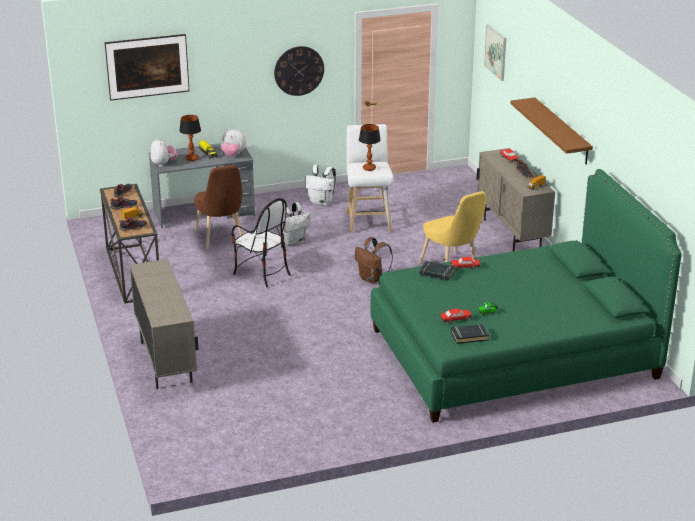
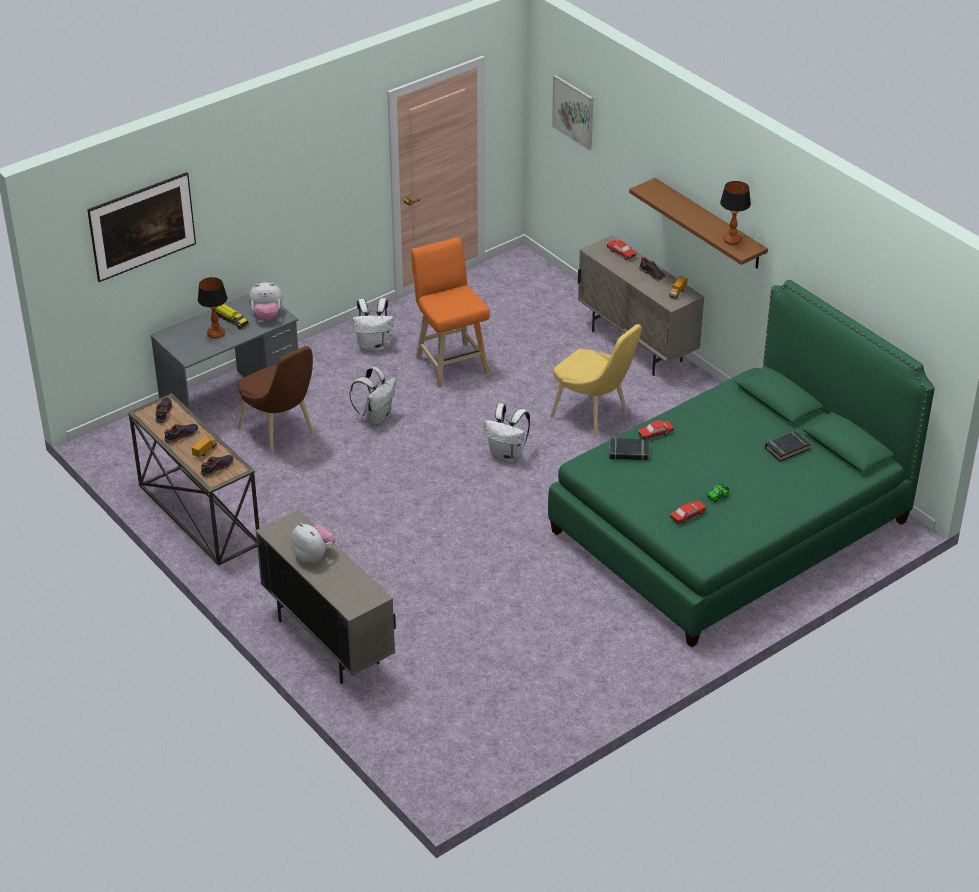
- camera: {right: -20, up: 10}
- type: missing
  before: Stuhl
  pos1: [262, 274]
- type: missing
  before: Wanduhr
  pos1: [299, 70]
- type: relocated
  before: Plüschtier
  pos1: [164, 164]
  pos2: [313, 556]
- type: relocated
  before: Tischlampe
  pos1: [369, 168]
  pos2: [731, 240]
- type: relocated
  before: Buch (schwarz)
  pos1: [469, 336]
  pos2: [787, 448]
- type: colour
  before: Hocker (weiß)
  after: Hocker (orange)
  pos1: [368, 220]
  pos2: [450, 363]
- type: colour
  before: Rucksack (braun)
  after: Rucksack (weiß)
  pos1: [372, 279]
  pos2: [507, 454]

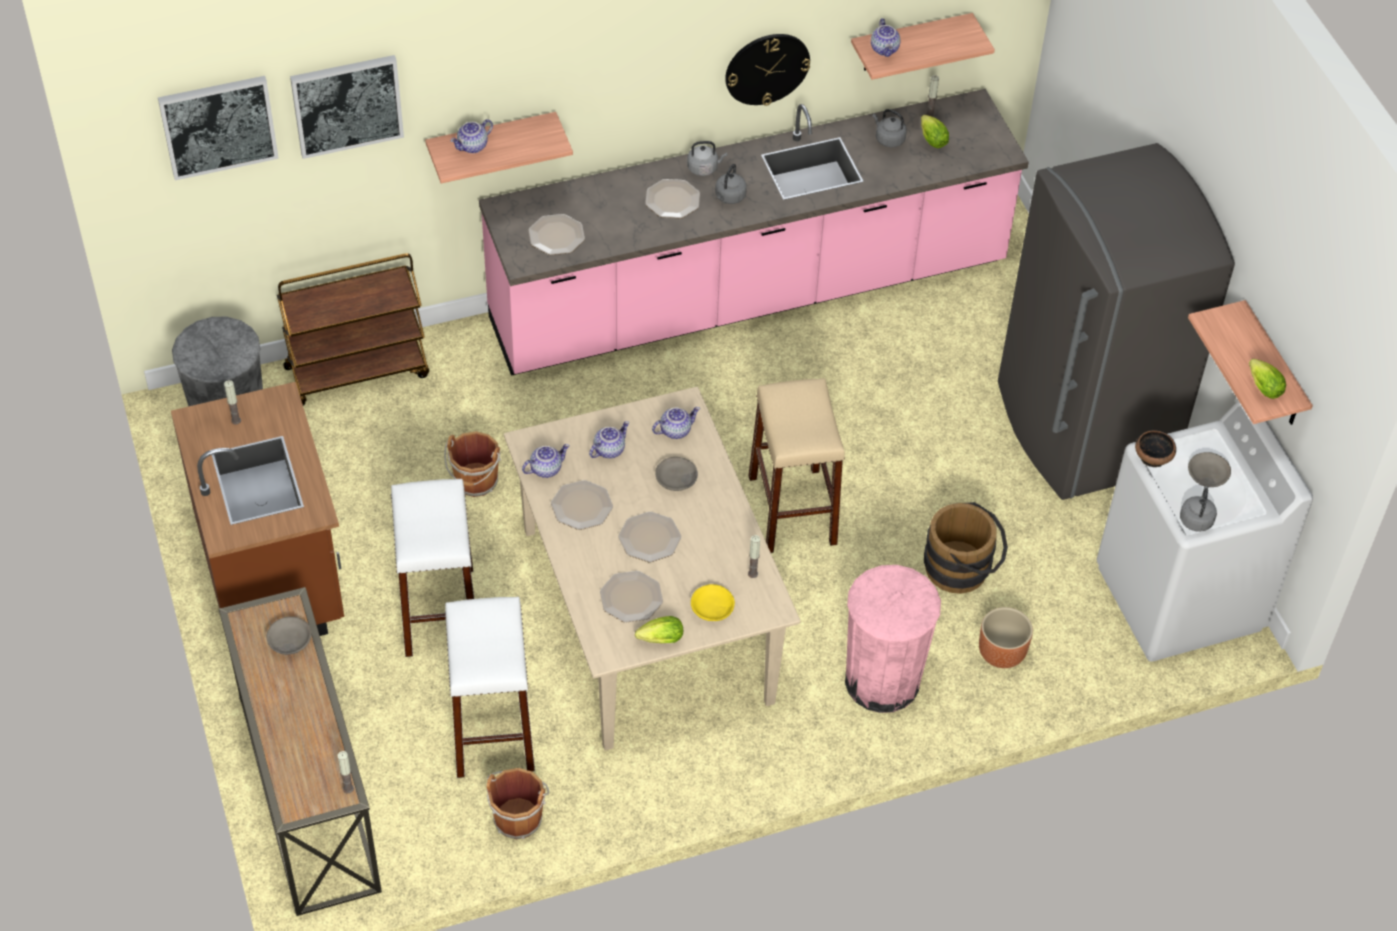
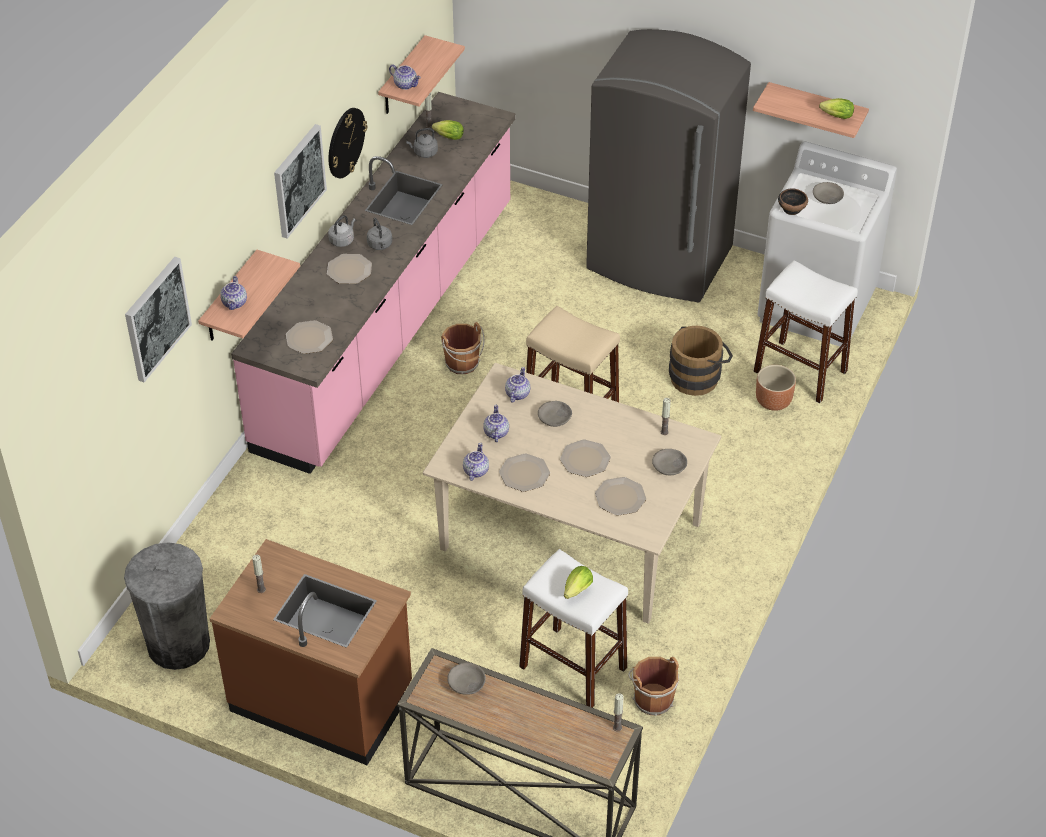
- camera: {right: -45, up: -5}
- type: missing
  before: Rollwagen (braun)
  pos1: [358, 371]
- type: missing
  before: Mülleimer (rosa)
  pos1: [882, 681]
- type: missing
  before: Wasserkessel (grau)
  pos1: [1196, 519]
- type: relocated
  before: Bild
  pos1: [218, 126]
  pos2: [298, 180]
- type: relocated
  before: Hocker (weiß)
  pos1: [439, 611]
  pos2: [800, 371]
- type: relocated
  before: Eimer (braun)
  pos1: [475, 482]
  pos2: [463, 364]
- type: relocated
  before: Salatkopf
  pos1: [658, 640]
  pos2: [576, 591]
- type: colour
  before: Schüssel (gelb)
  after: Schüssel (grau)
  pos1: [712, 608]
  pos2: [669, 466]

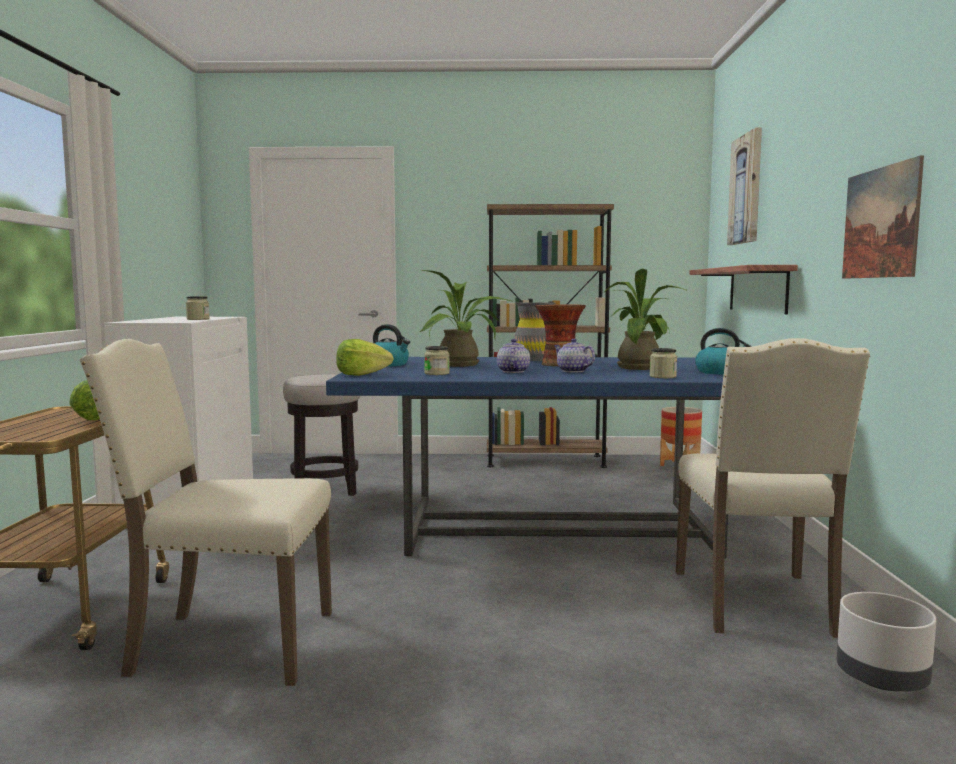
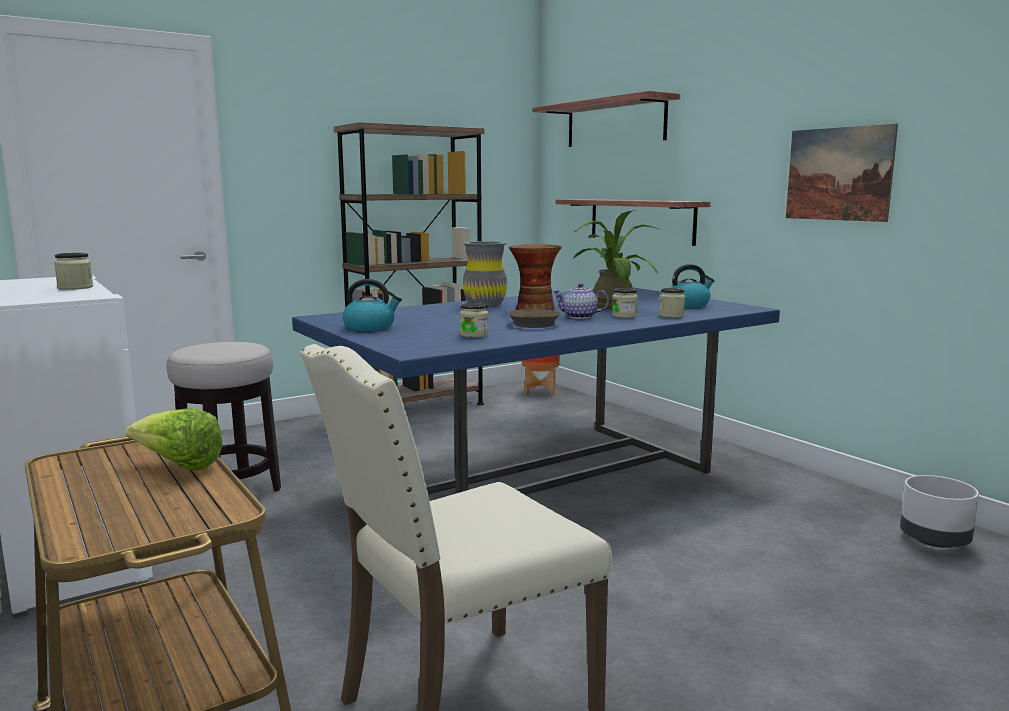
- camera: {right: -35, up: 5}
- type: missing
  before: Salatkopf
  pos1: [361, 374]
- type: missing
  before: Topfpflanze
  pos1: [464, 365]
- type: missing
  before: Stuhl (beige)
  pos1: [756, 603]
- type: appeared
  after: Vorratsglas
  pos2: [624, 316]
- type: exchanged
  before: Teekanne
  after: Pfanne (braun)
  pos1: [512, 371]
  pos2: [532, 323]
- type: exchanged
  before: Bild
  after: Wandregal
  pos1: [746, 189]
  pos2: [615, 123]

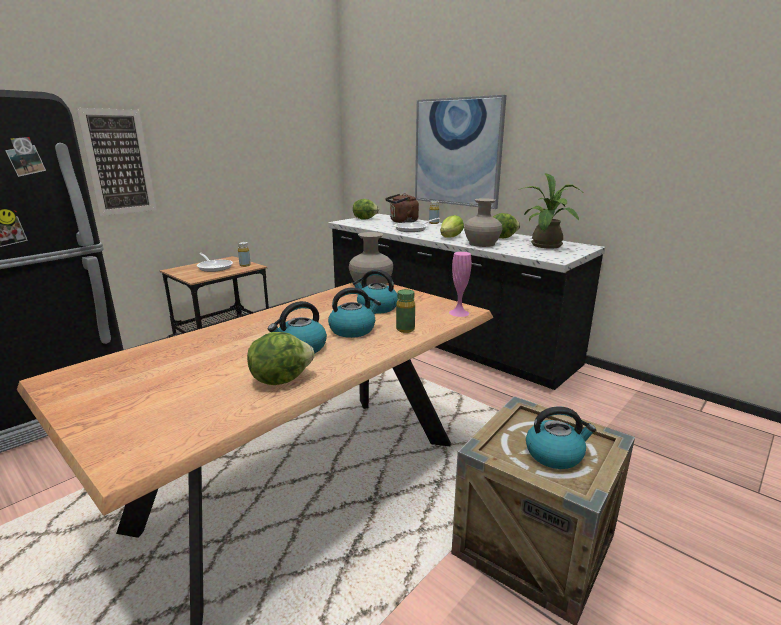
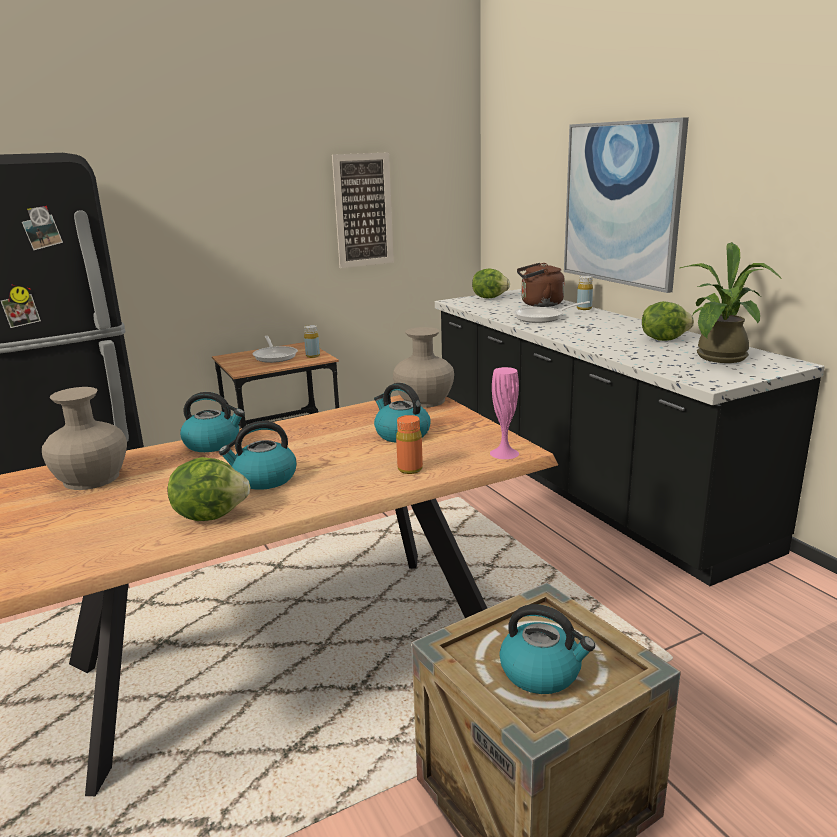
- camera: {right: 20, up: 0}
- type: missing
  before: Salatkopf
  pos1: [451, 237]
- type: relocated
  before: Bild
  pos1: [119, 162]
  pos2: [363, 210]
- type: relocated
  before: Wasserkessel
  pos1: [353, 330]
  pos2: [213, 443]
- type: relocated
  before: Vase (beige)
  pos1: [481, 244]
  pos2: [91, 478]
- type: colour
  before: Flasche (grün)
  after: Flasche (orange)
  pos1: [405, 329]
  pos2: [410, 469]

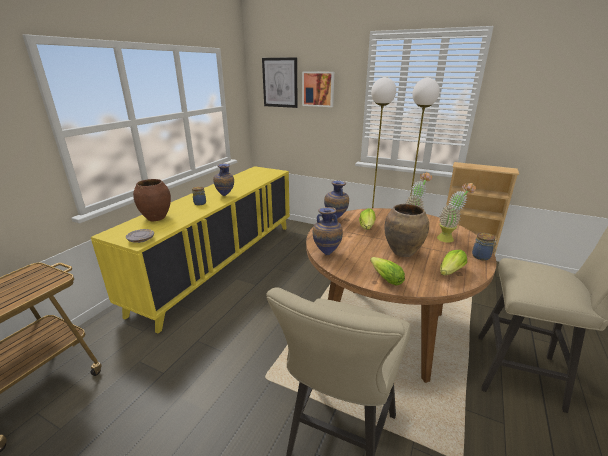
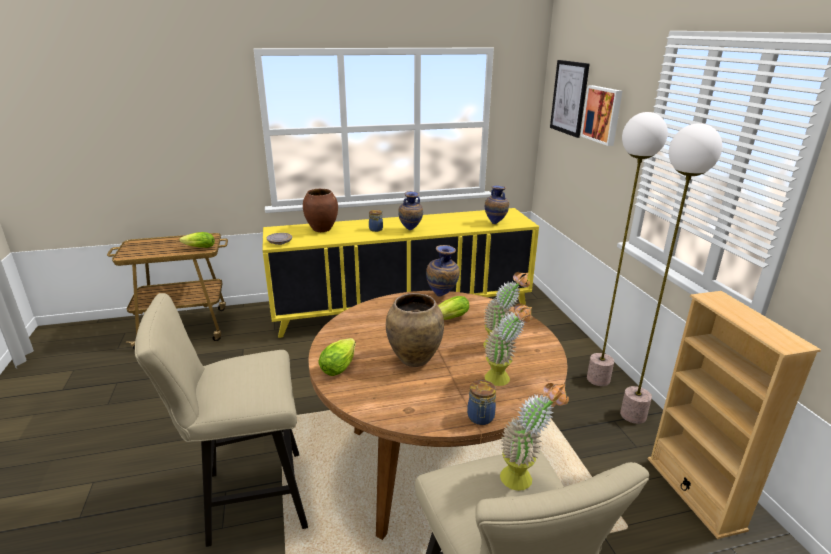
- camera: {right: 50, up: 0}
- type: appeared
  after: Topfpflanze
  pos2: [524, 478]
- type: relocated
  before: Vase
  pos1: [327, 253]
  pos2: [495, 223]
- type: relocated
  before: Salatkopf
  pos1: [449, 273]
  pos2: [198, 248]

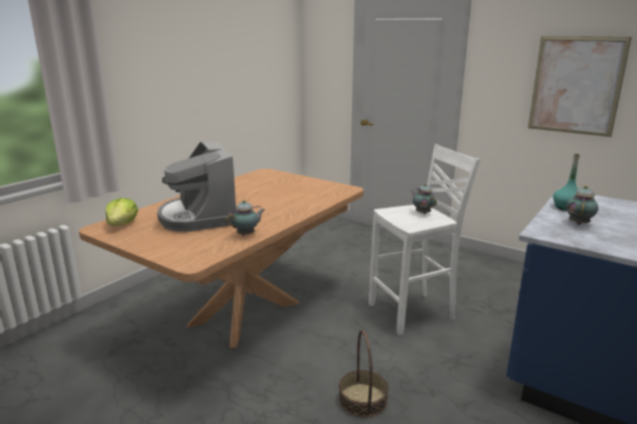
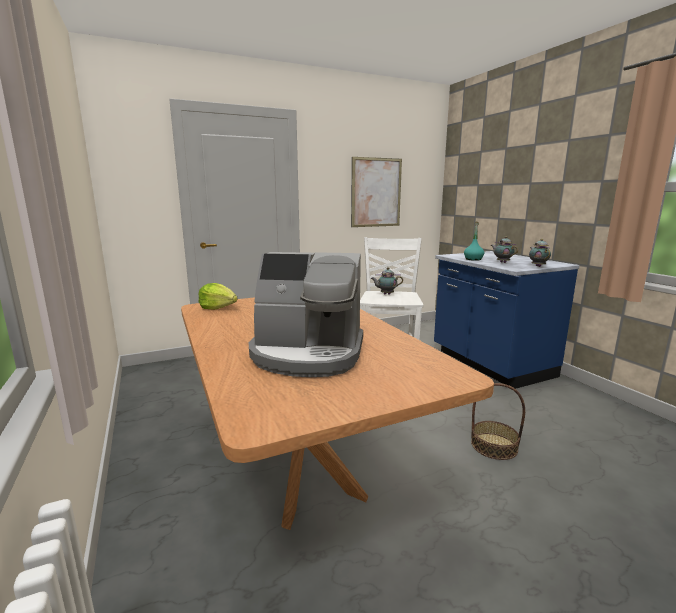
- camera: {right: -60, up: -5}
- type: relocated
  before: Salatkopf
  pos1: [122, 224]
  pos2: [218, 308]
- type: relocated
  before: Teekanne
  pos1: [247, 234]
  pos2: [537, 266]

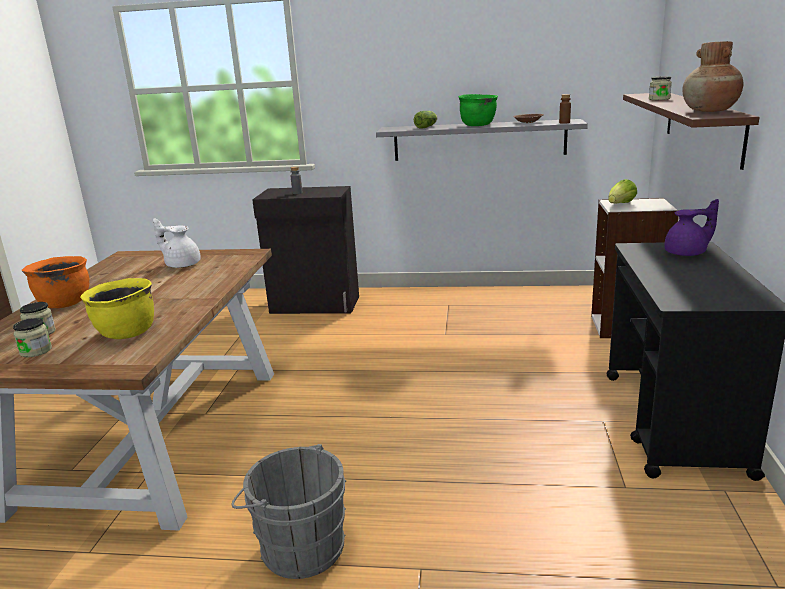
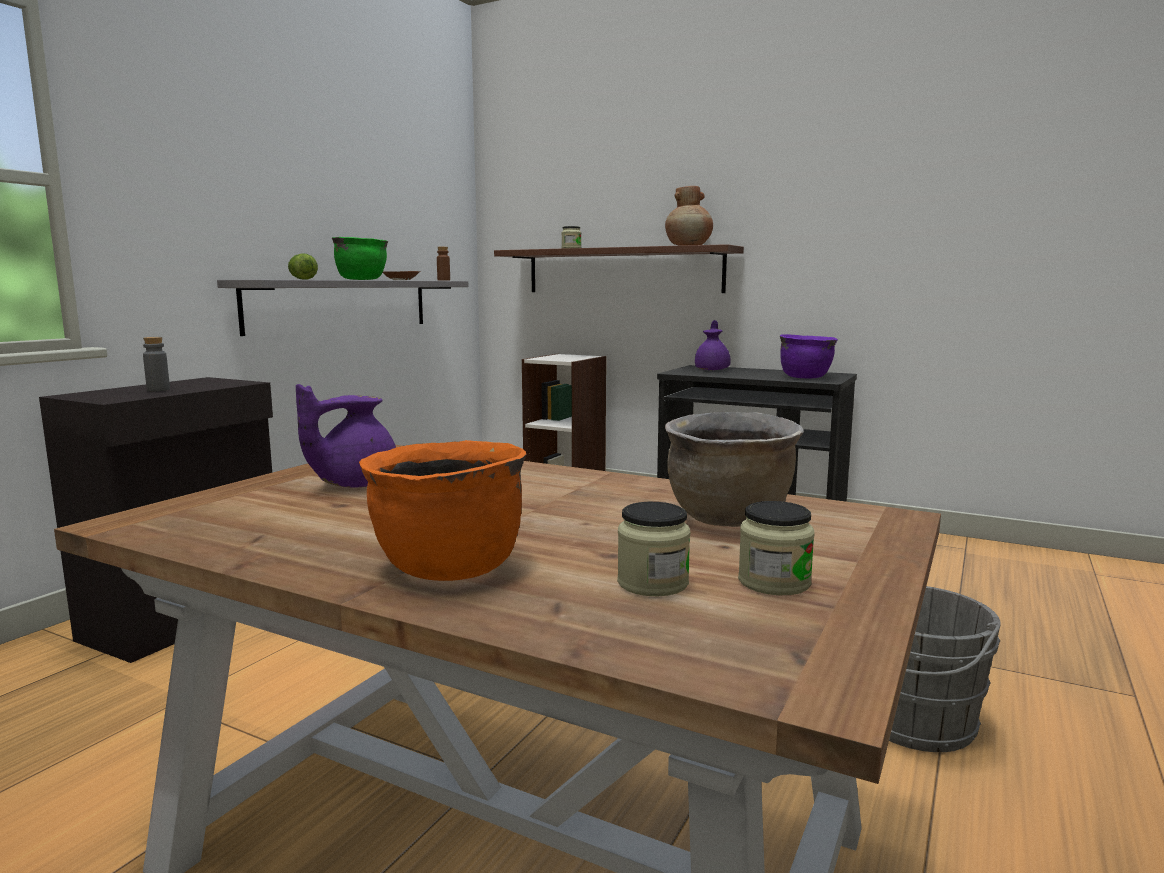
- camera: {right: -70, up: -10}
- type: missing
  before: Salatkopf
  pos1: [620, 204]
- type: appeared
  after: Kochtopf (lila)
  pos2: [805, 377]
- type: colour
  before: Kochtopf (gelb)
  after: Kochtopf (braun)
  pos1: [126, 333]
  pos2: [729, 519]
- type: colour
  before: Teekanne (weiß)
  after: Teekanne (lila)
  pos1: [182, 264]
  pos2: [354, 484]

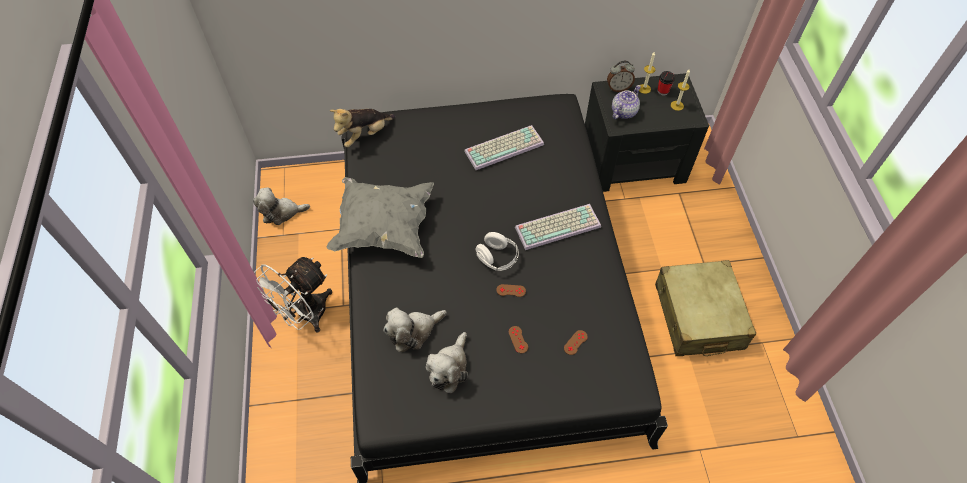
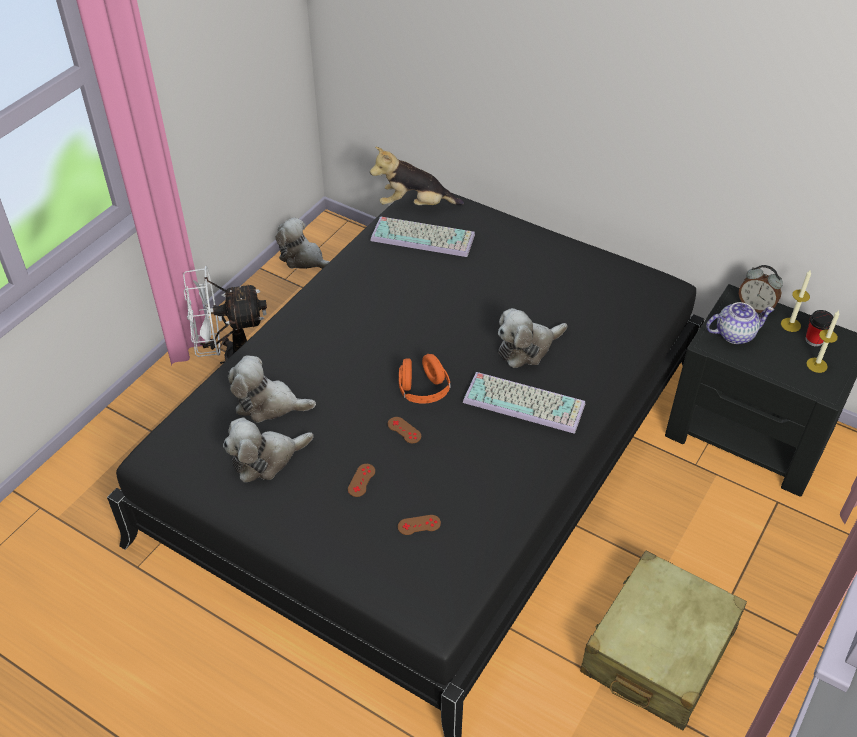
- camera: {right: 40, up: -10}
- type: missing
  before: Kissen (grau)
  pos1: [384, 228]
- type: appeared
  after: Plüschtier
  pos2: [527, 348]
- type: relocated
  before: Tastatur
  pos1: [504, 146]
  pos2: [424, 237]
- type: colour
  before: Kopfhörer (weiß)
  after: Kopfhörer (orange)
  pos1: [497, 258]
  pos2: [423, 391]

